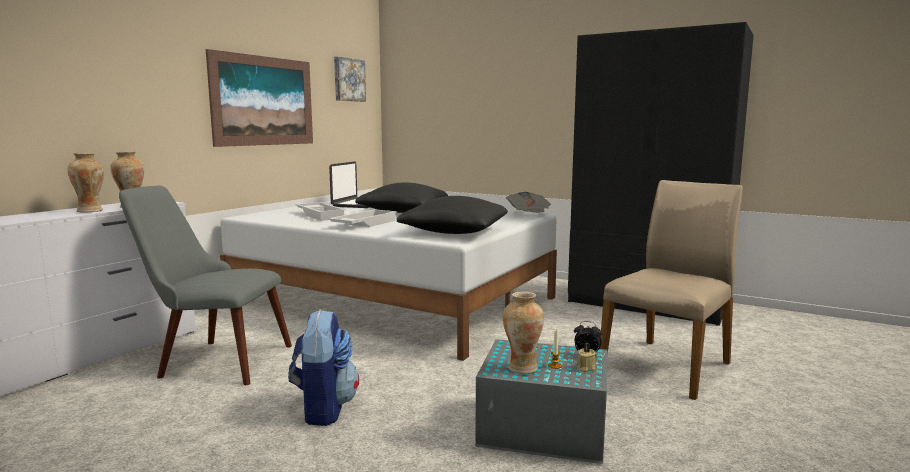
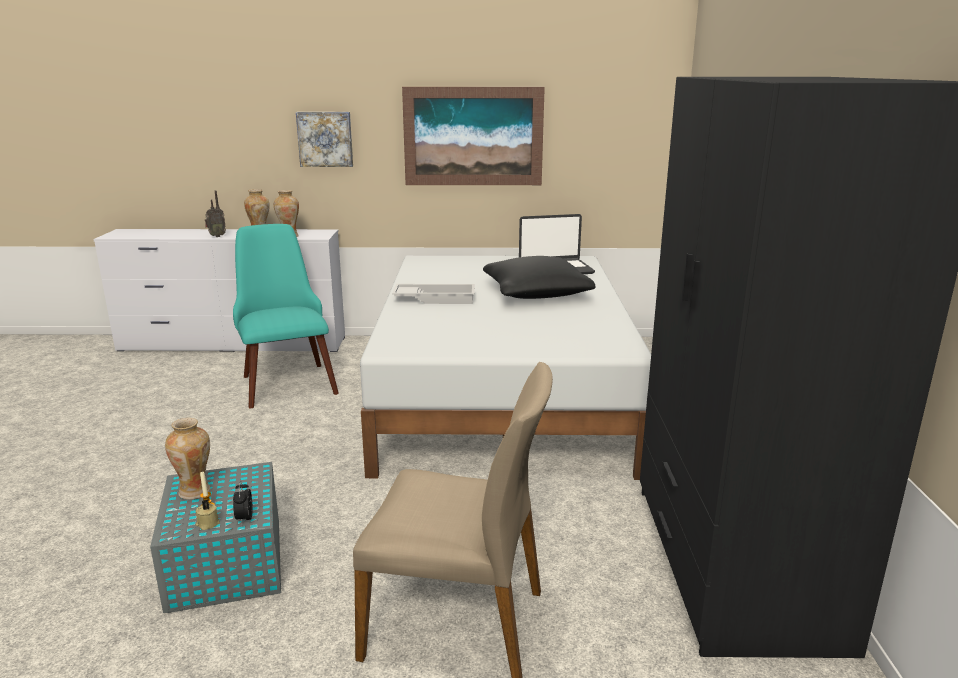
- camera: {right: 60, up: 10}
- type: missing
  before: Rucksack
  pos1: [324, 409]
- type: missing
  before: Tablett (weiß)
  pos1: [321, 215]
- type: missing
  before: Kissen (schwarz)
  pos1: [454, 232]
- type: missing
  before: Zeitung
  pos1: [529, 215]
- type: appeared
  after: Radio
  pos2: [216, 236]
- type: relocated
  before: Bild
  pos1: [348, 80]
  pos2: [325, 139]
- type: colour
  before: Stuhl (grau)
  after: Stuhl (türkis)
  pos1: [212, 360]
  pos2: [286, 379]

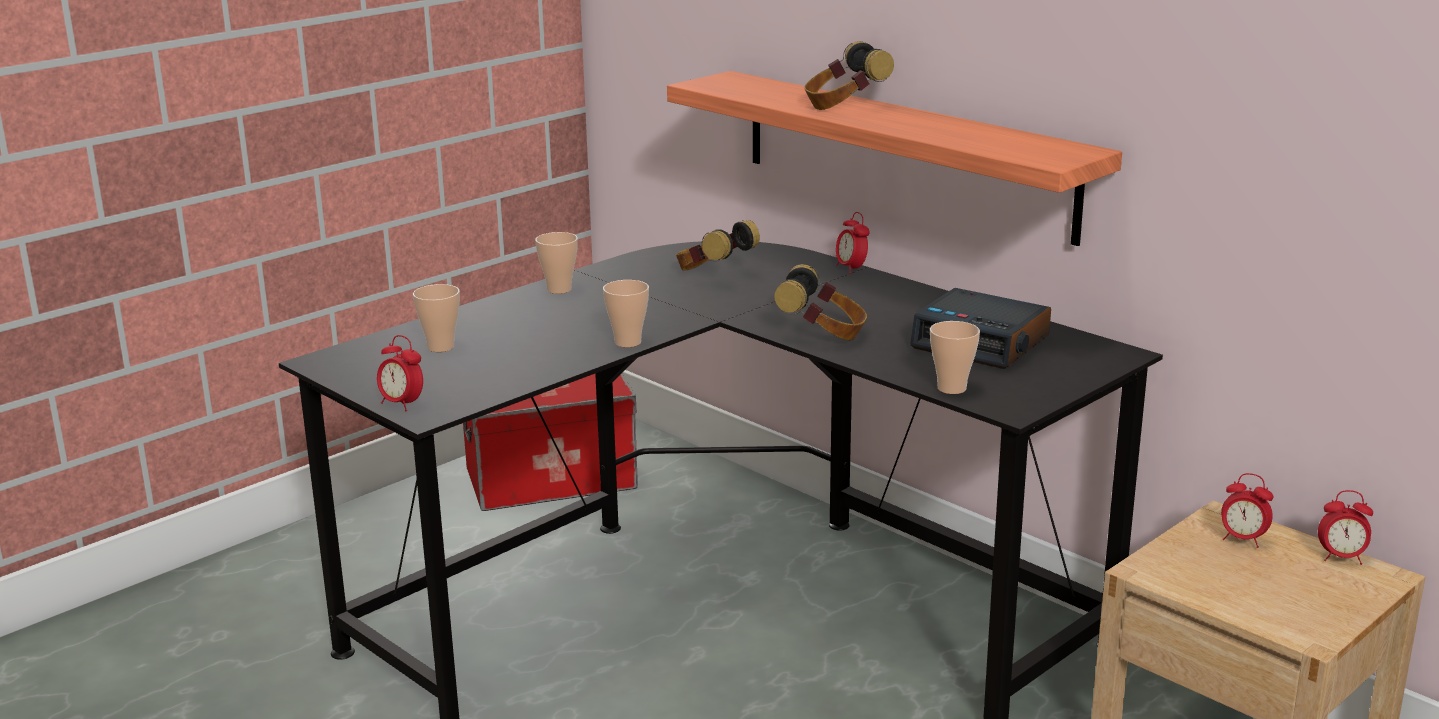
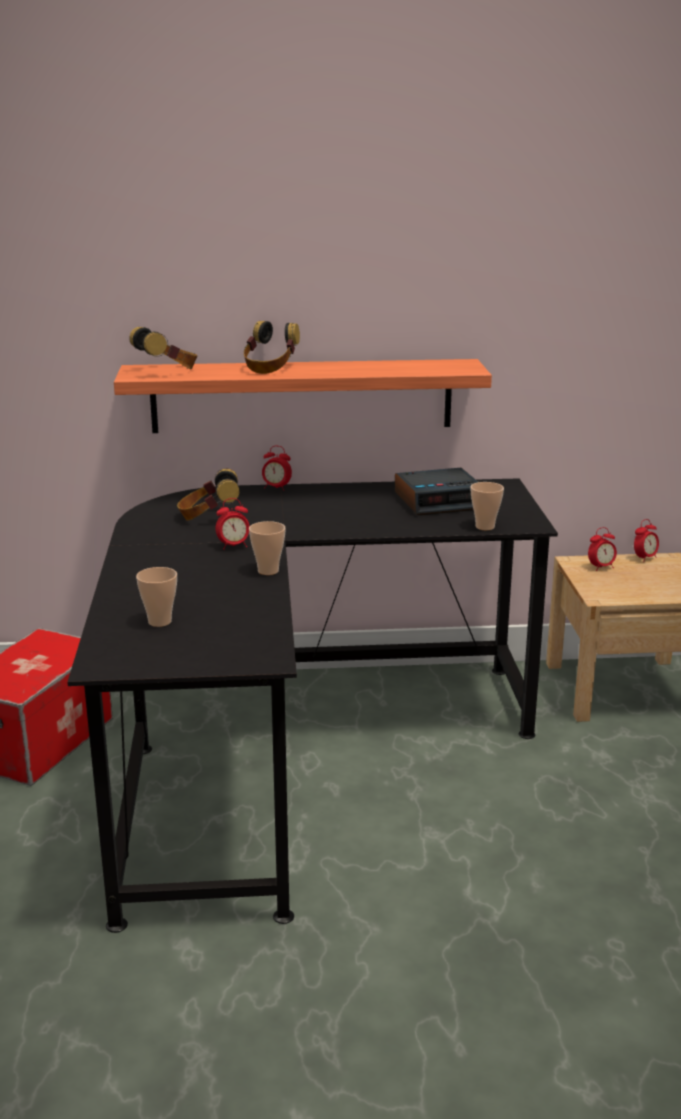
- camera: {right: -50, up: 0}
- type: missing
  before: Tasse
  pos1: [559, 289]
- type: relocated
  before: Wecker
  pos1: [402, 404]
  pos2: [234, 546]
- type: relocated
  before: Kopfhörer
  pos1: [823, 334]
  pos2: [167, 371]

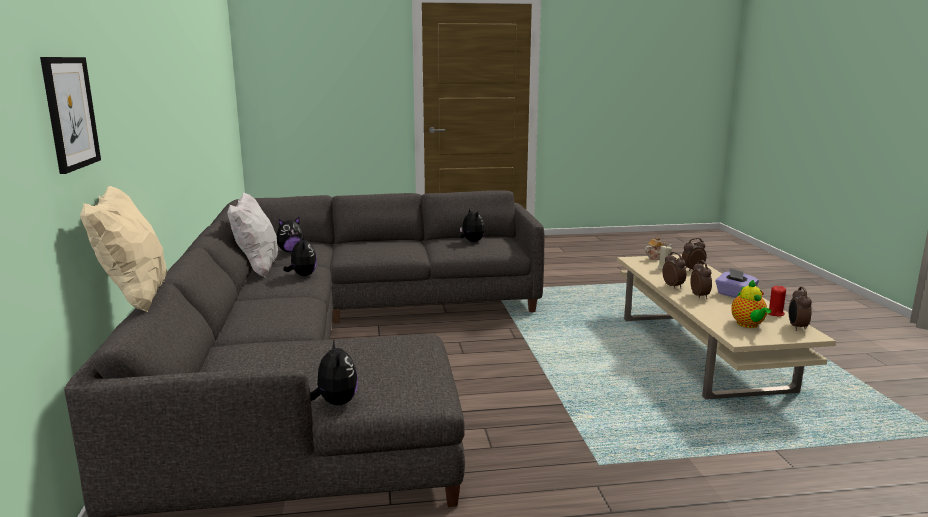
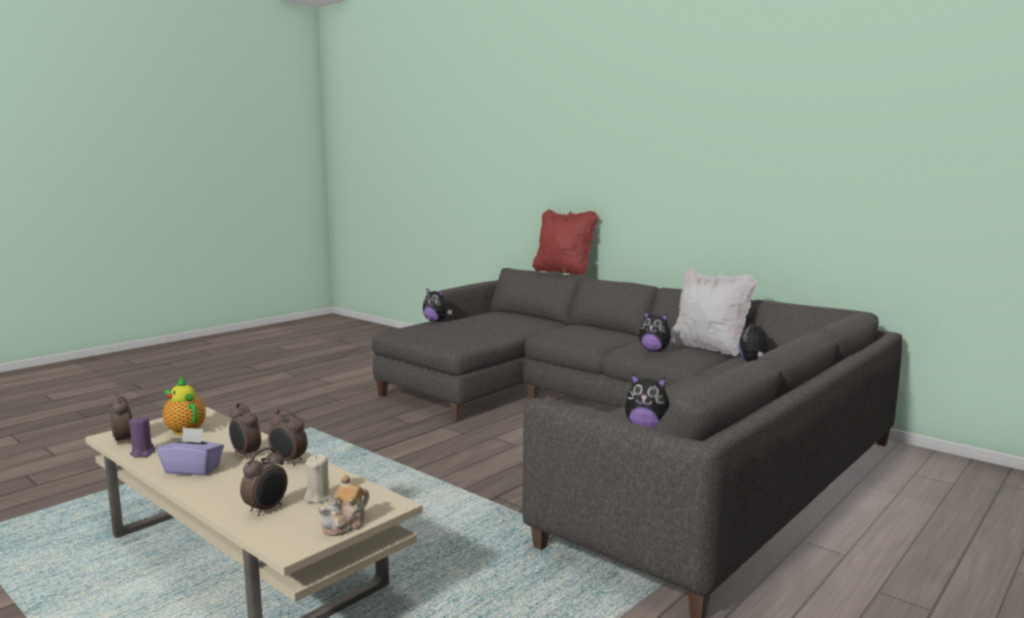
- camera: {right: 140, up: -5}
- type: missing
  before: Bild
  pos1: [70, 113]
- type: colour
  before: Kissen (beige)
  after: Kissen (rot)
  pos1: [135, 299]
  pos2: [563, 273]
- type: colour
  before: Kerze (rot)
  after: Kerze (lila)
  pos1: [775, 313]
  pos2: [143, 453]

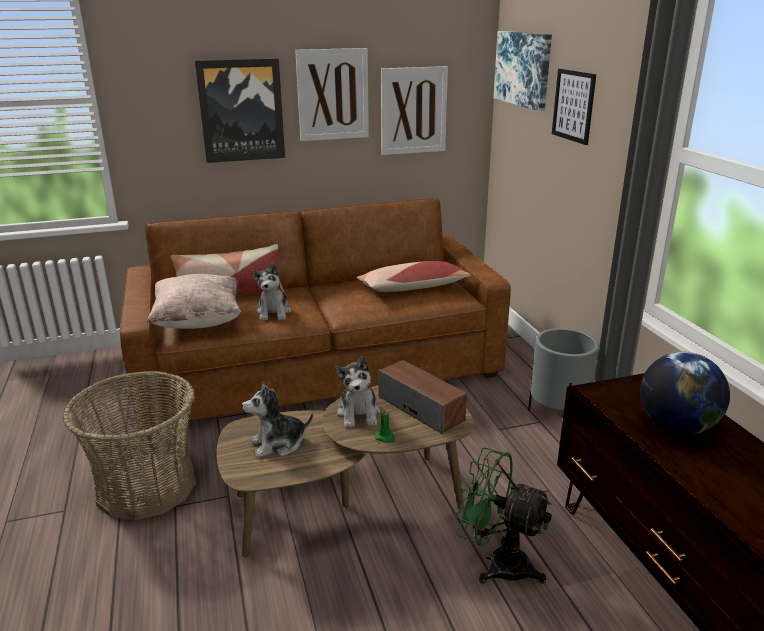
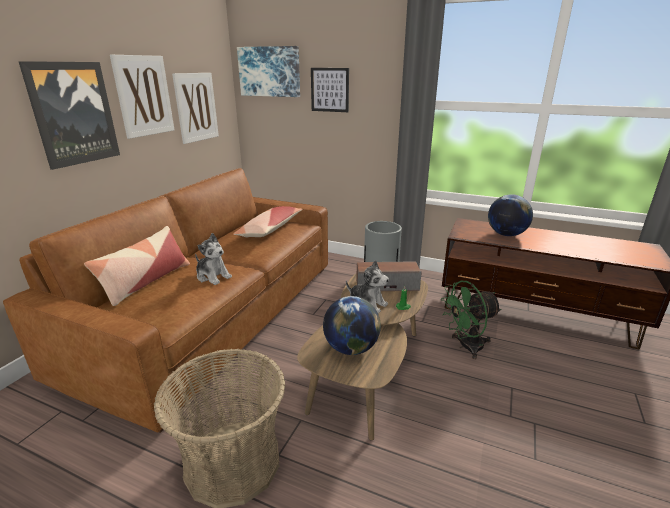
- camera: {right: -50, up: 0}
- type: missing
  before: Kissen (beige)
  pos1: [198, 321]
- type: exchanged
  before: Plüschtier
  after: Globus
  pos1: [278, 444]
  pos2: [351, 348]

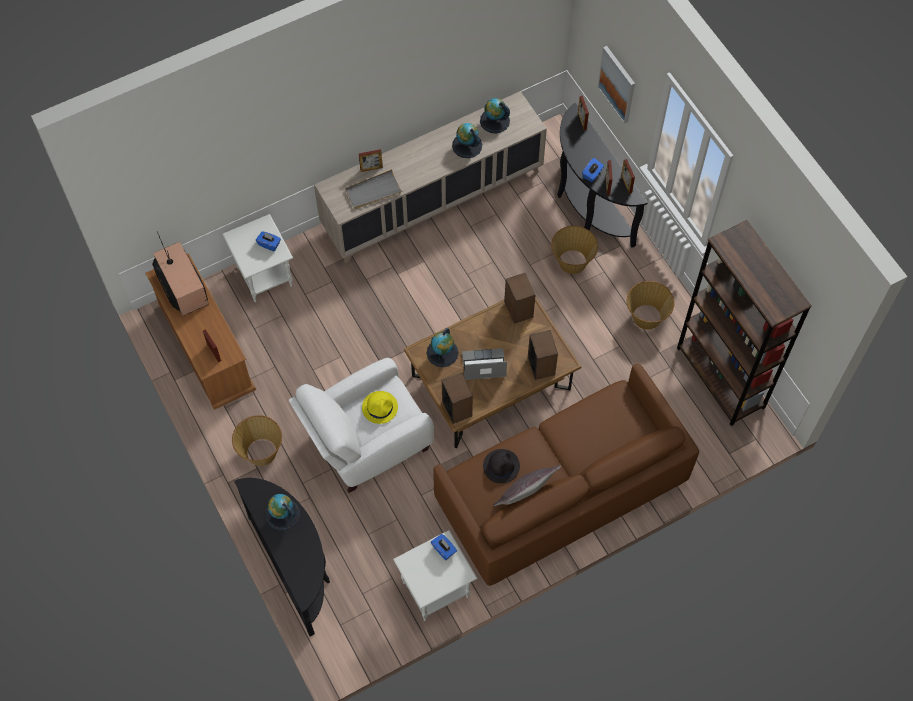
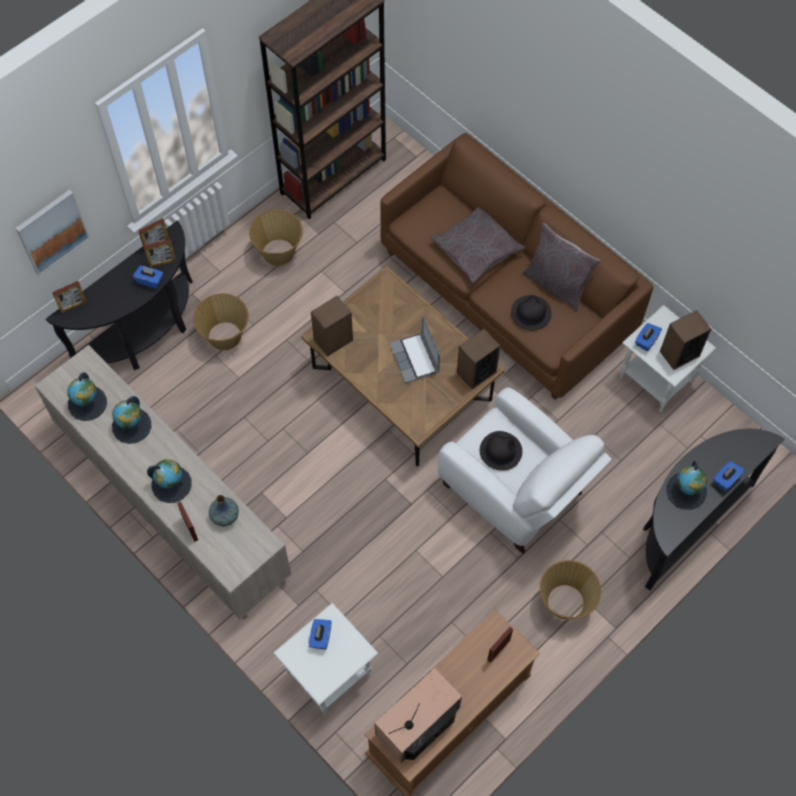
- camera: {right: -105, up: 0}
- type: appeared
  after: Kissen (grau)
  pos2: [476, 248]
- type: appeared
  after: Taschentuchbox (blau)
  pos2: [726, 479]
- type: relocated
  before: Globus
  pos1: [442, 353]
  pos2: [171, 484]
- type: relocated
  before: Lautsprecher
  pos1: [541, 365]
  pos2: [679, 353]
- type: exchanged
  before: Tablett (grau)
  after: Vase
  pos1: [373, 191]
  pos2: [225, 516]
- type: colour
  before: Hut (gelb)
  after: Hut (schwarz)
  pos1: [380, 407]
  pos2: [500, 451]

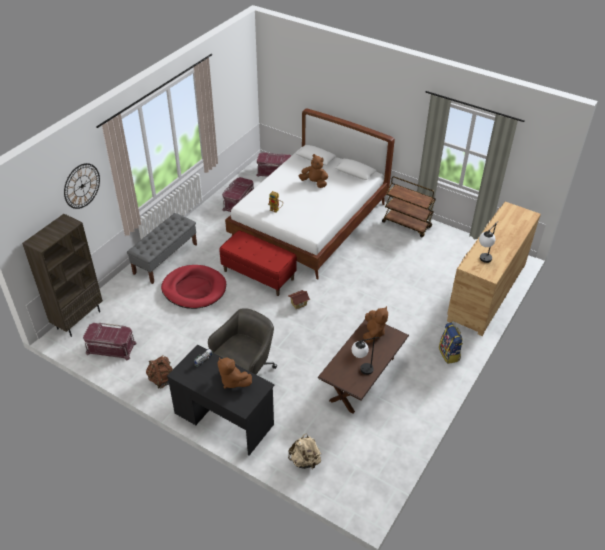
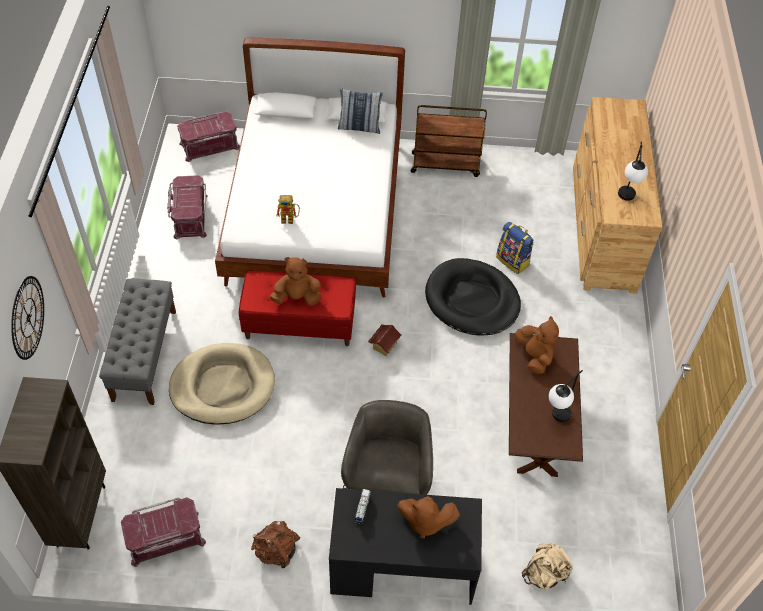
- camera: {right: -30, up: 10}
- type: appeared
  after: Kissen
  pos2: [359, 127]
- type: appeared
  after: Hundebett (schwarz)
  pos2: [472, 300]
- type: relocated
  before: Plüschtier (braun)
  pos1: [314, 183]
  pos2: [297, 297]
- type: relocated
  before: Rucksack
  pos1: [449, 354]
  pos2: [513, 261]
- type: colour
  before: Hundebett (rot)
  after: Hundebett (beige)
  pos1: [194, 289]
  pos2: [222, 386]

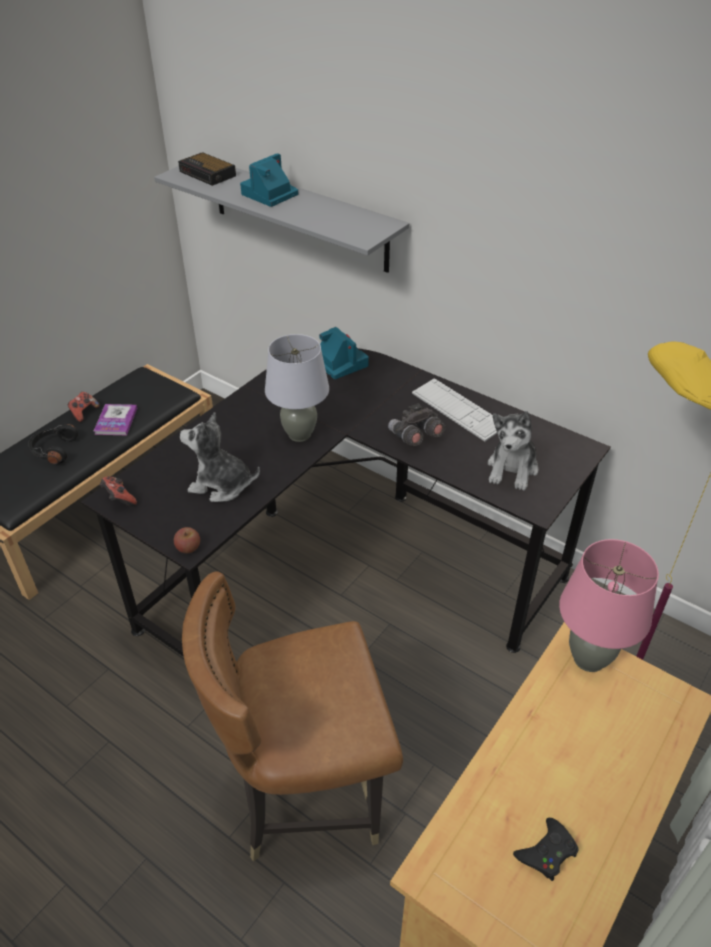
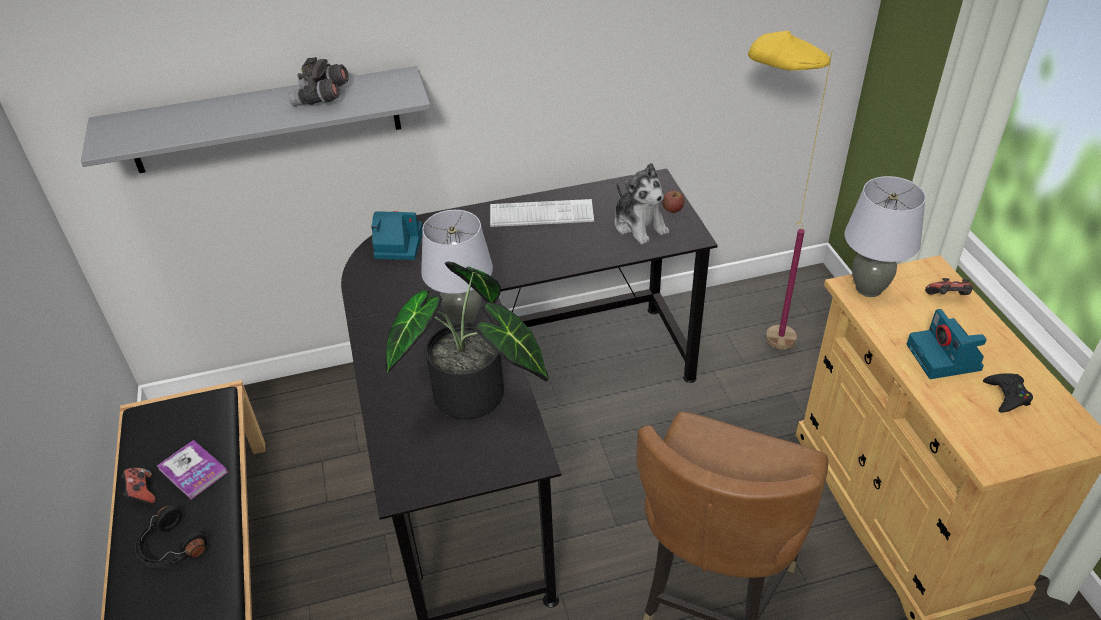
- camera: {right: -50, up: 0}
- type: missing
  before: Wecker
  pos1: [208, 174]
- type: relocated
  before: Gamepad
  pos1: [119, 499]
  pos2: [947, 298]
- type: relocated
  before: Apfel
  pos1: [188, 548]
  pos2: [672, 209]
- type: relocated
  before: Kamera
  pos1: [269, 195]
  pos2: [945, 358]
- type: relocated
  before: Fernglas (grau)
  pos1: [415, 437]
  pos2: [321, 99]
- type: exchanged
  before: Plüschtier
  after: Topfpflanze
  pos1: [221, 485]
  pos2: [472, 400]
- type: colour
  before: Tischlampe (rosa)
  after: Tischlampe (grau)
  pos1: [588, 659]
  pos2: [868, 289]

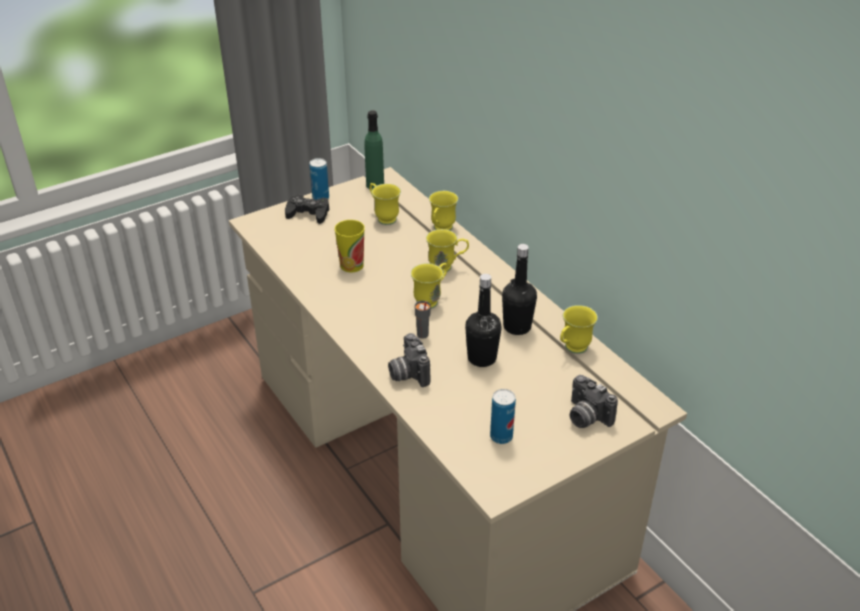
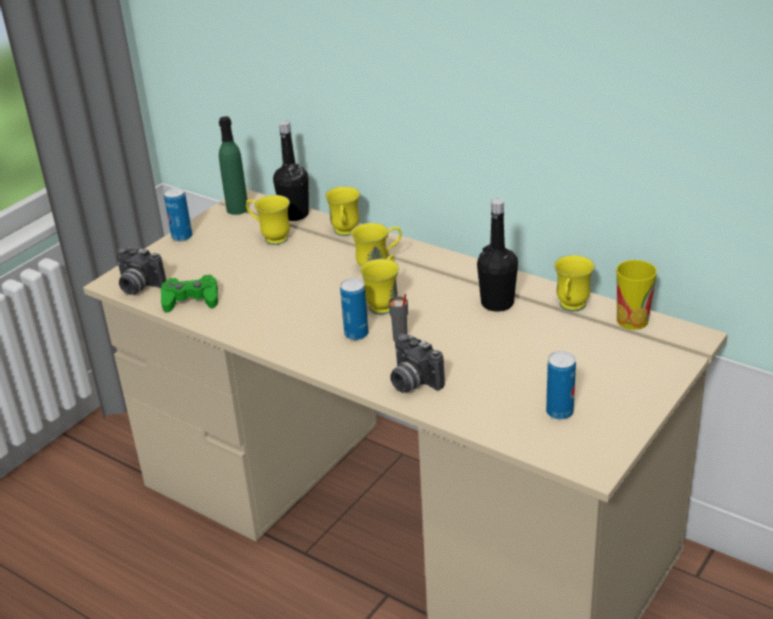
- camera: {right: -20, up: -5}
- type: missing
  before: Gamepad (schwarz)
  pos1: [308, 213]
- type: appeared
  after: Gamepad (grün)
  pos2: [191, 300]
- type: appeared
  after: Dose
  pos2: [356, 334]
- type: relocated
  before: Tasse
  pos1: [351, 265]
  pos2: [632, 320]
- type: relocated
  before: Flasche (schwarz)
  pos1: [482, 358]
  pos2: [294, 214]
- type: relocated
  before: Kamera
  pos1: [585, 417]
  pos2: [138, 286]

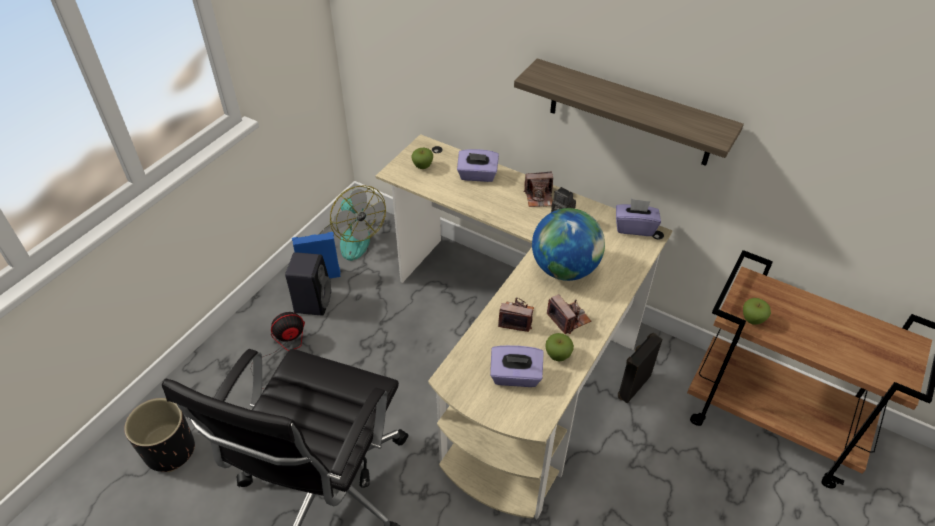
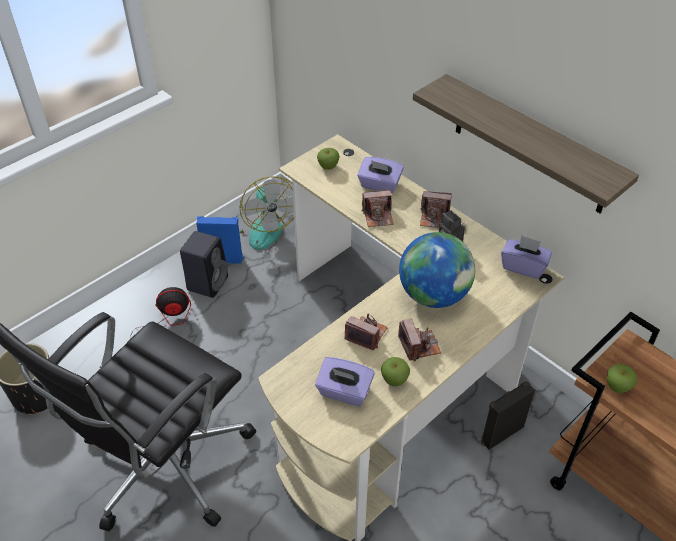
- camera: {right: 15, up: 0}
- type: appeared
  after: Kamera
  pos2: [378, 216]

